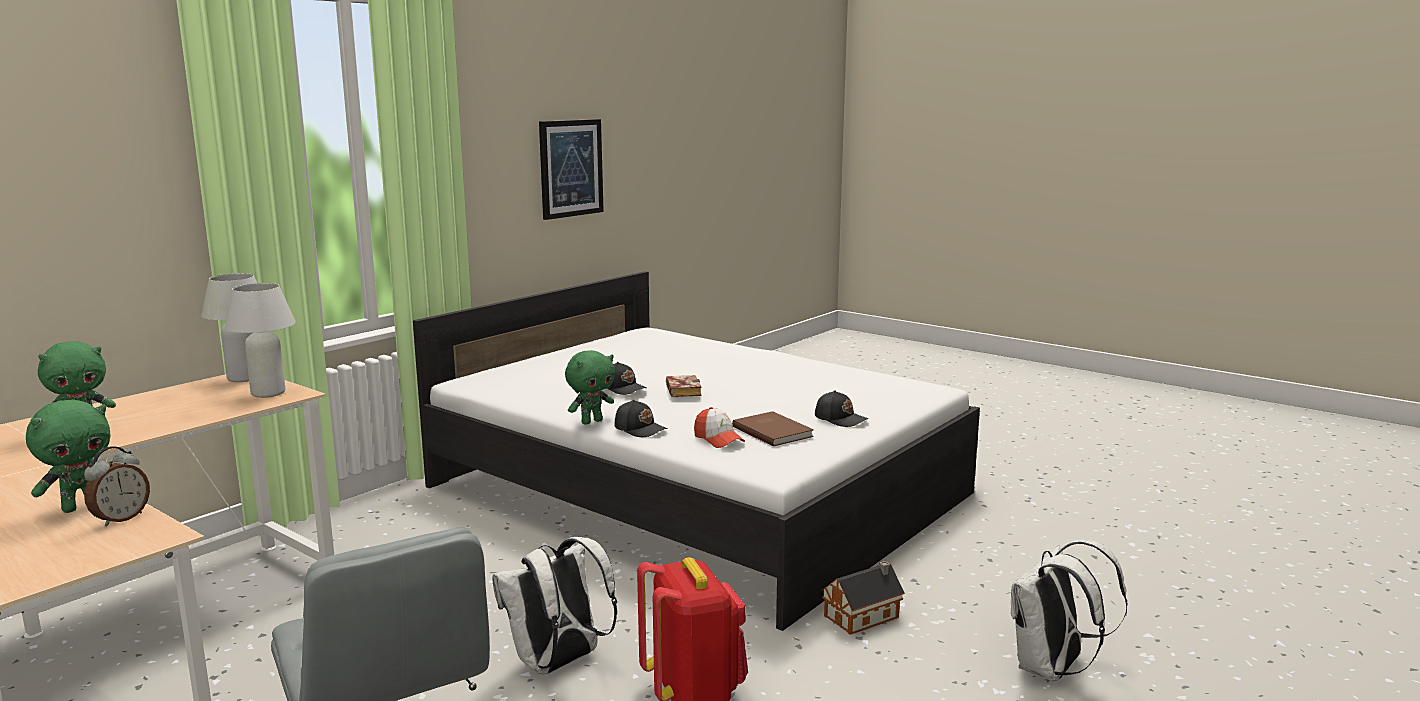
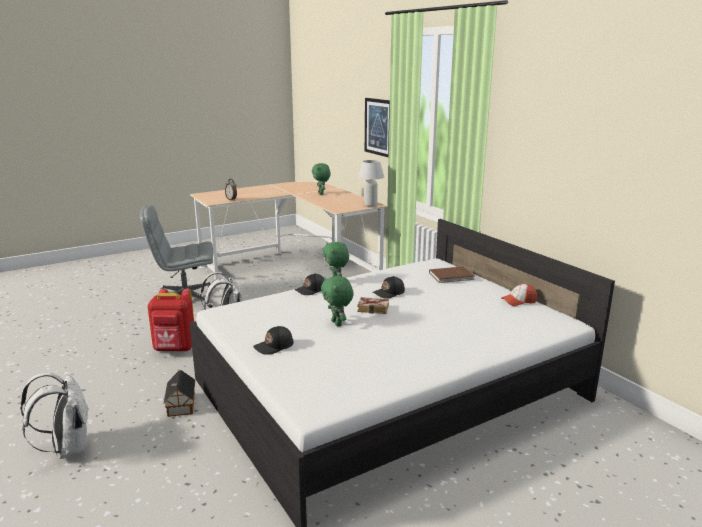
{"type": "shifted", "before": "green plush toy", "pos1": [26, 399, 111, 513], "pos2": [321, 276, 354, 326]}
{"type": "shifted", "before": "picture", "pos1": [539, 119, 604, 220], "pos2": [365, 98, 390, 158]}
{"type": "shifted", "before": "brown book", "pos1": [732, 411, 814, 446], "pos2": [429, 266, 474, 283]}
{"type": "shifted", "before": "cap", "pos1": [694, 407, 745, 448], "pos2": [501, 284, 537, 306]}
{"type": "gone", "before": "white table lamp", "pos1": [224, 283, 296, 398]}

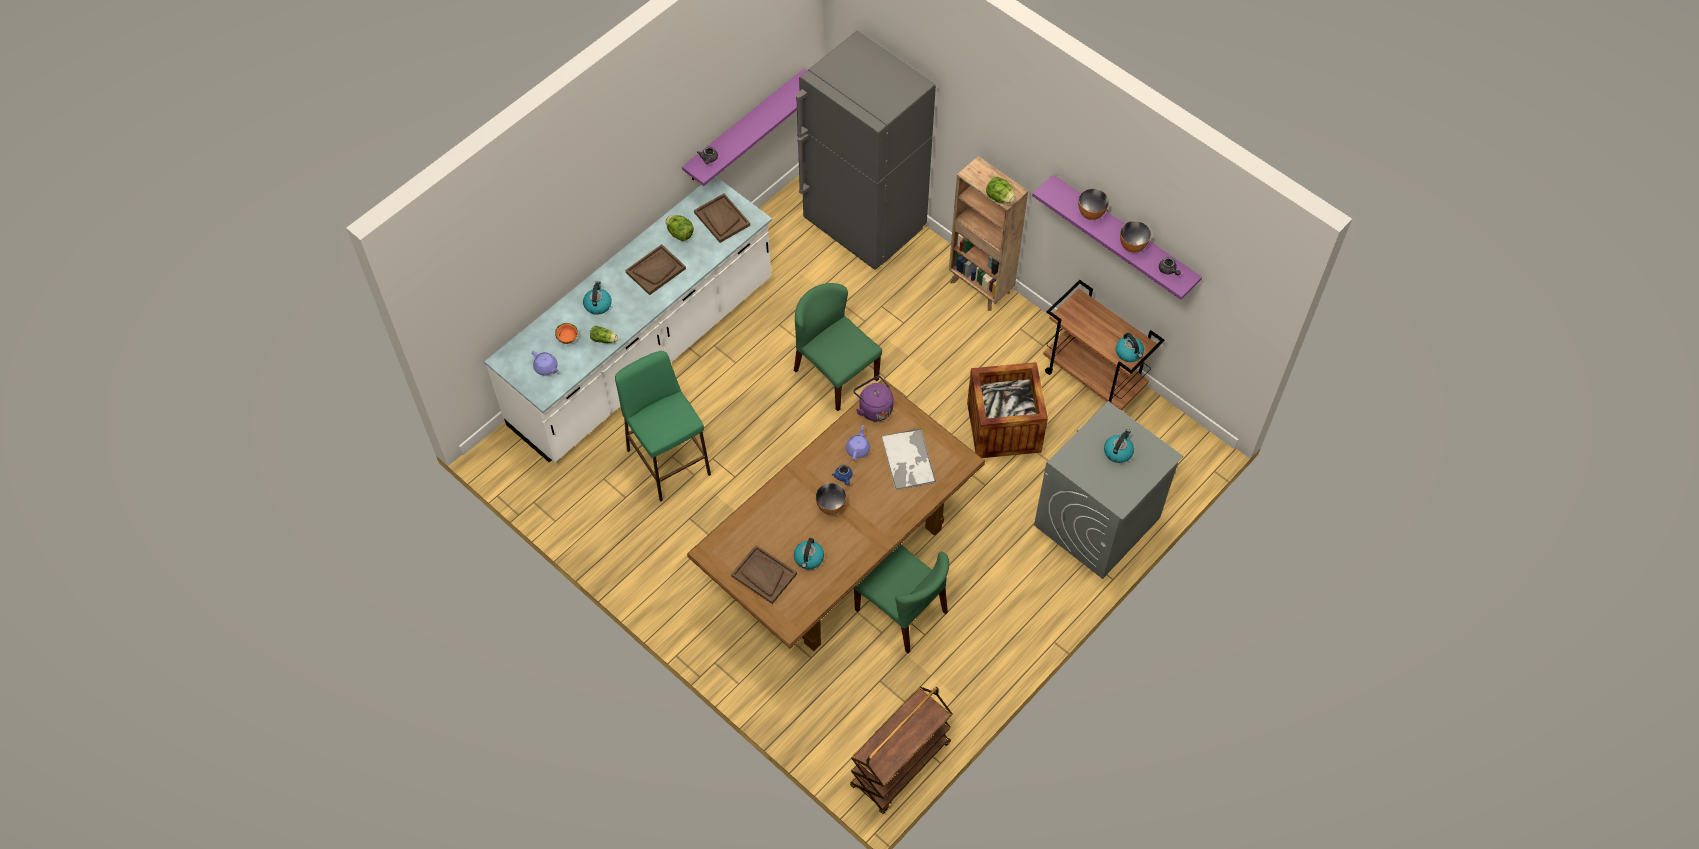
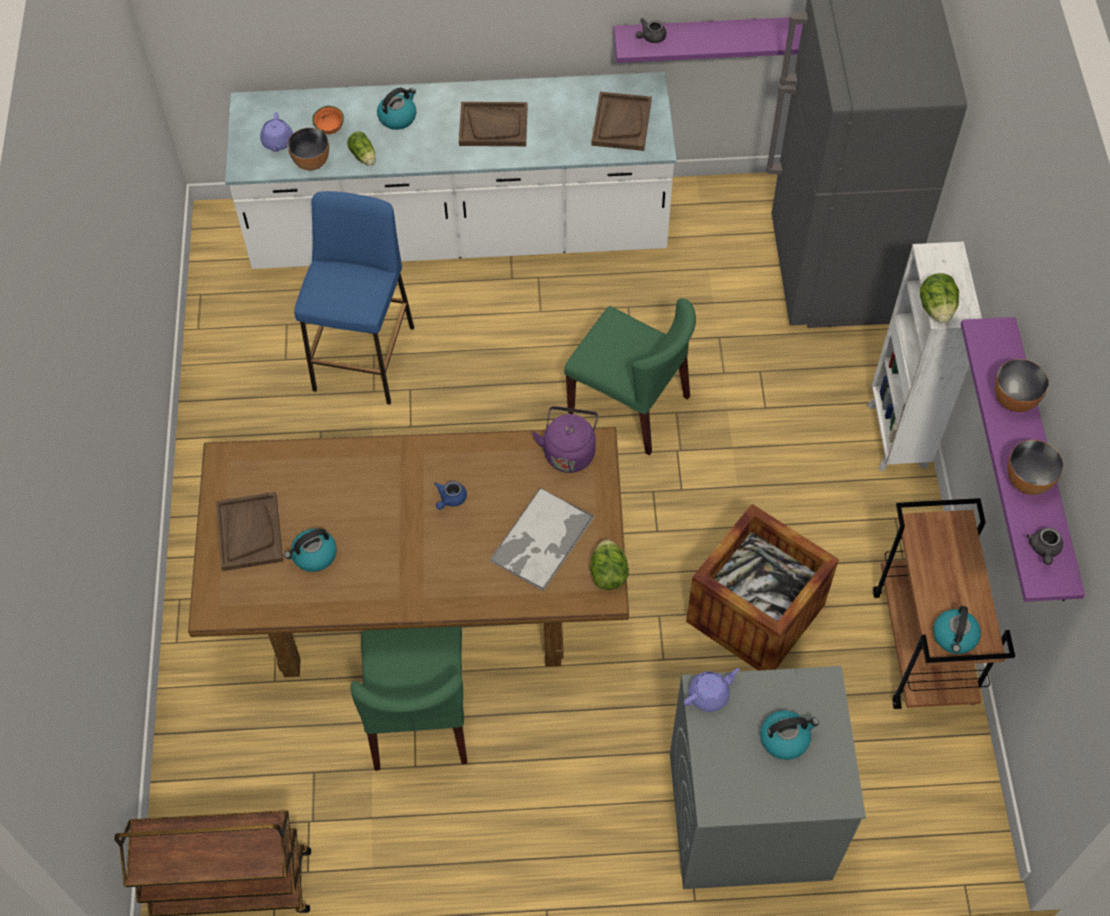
{"type": "shifted", "before": "bowl", "pos1": [816, 483, 846, 515], "pos2": [287, 128, 329, 171]}
{"type": "repainted", "before": "green stool", "after": "blue stool", "pos1": [615, 351, 711, 502], "pos2": [294, 191, 414, 405]}
{"type": "rotated", "before": "green chair", "pos1": [794, 283, 882, 411], "pos2": [564, 298, 696, 455], "turn": 120}
{"type": "shifted", "before": "lettuce", "pos1": [666, 215, 694, 241], "pos2": [590, 540, 629, 590]}
{"type": "shifted", "before": "purple teapot", "pos1": [846, 425, 870, 461], "pos2": [683, 668, 740, 712]}
{"type": "repainted", "before": "brown bookcase", "after": "white bookcase", "pos1": [949, 156, 1028, 311], "pos2": [866, 242, 982, 472]}

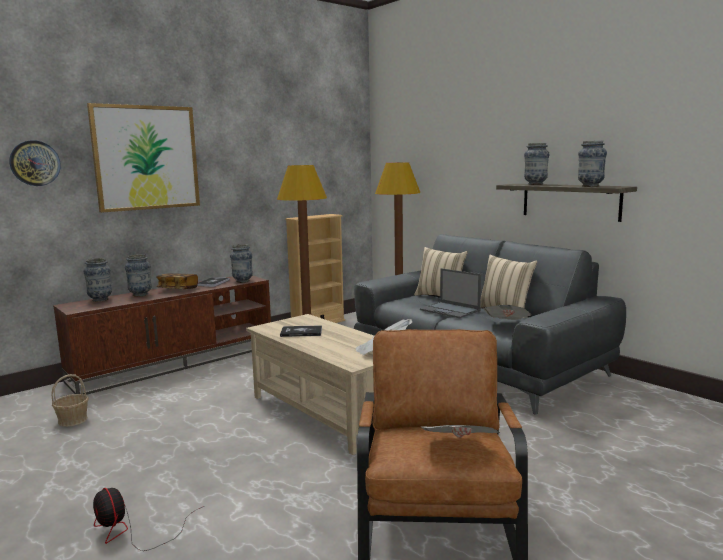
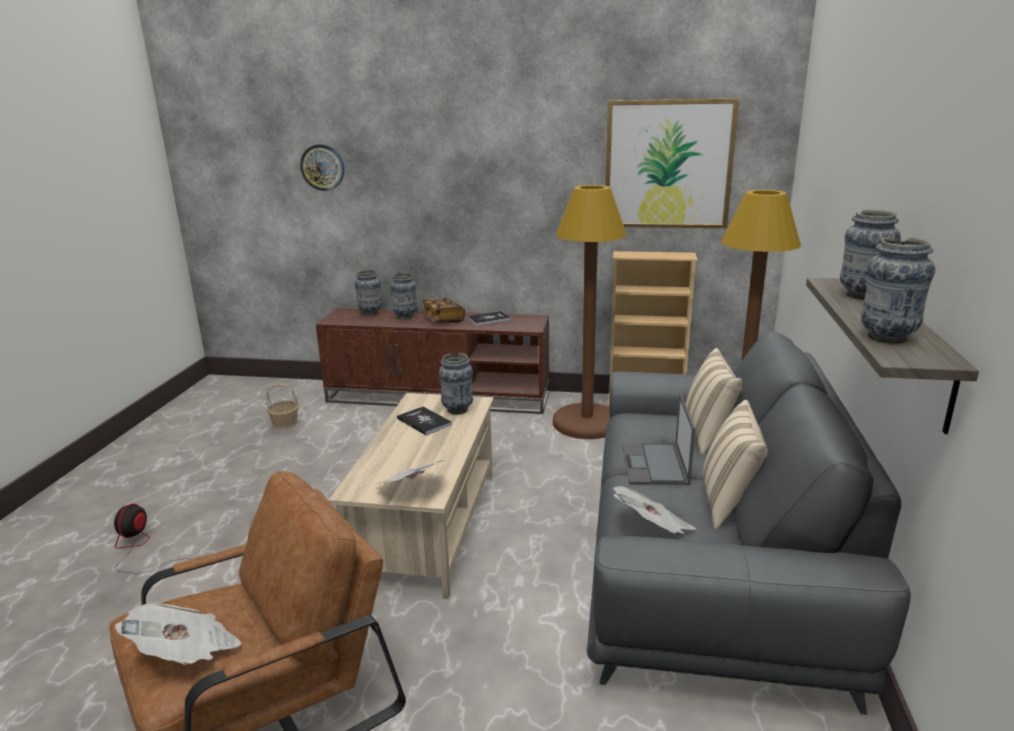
{"type": "shifted", "before": "vase", "pos1": [230, 244, 253, 283], "pos2": [439, 353, 473, 414]}
{"type": "shifted", "before": "picture", "pos1": [87, 103, 200, 213], "pos2": [605, 98, 739, 228]}

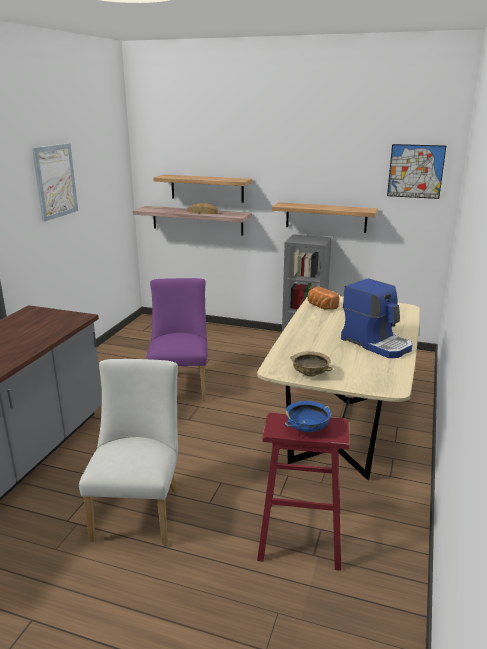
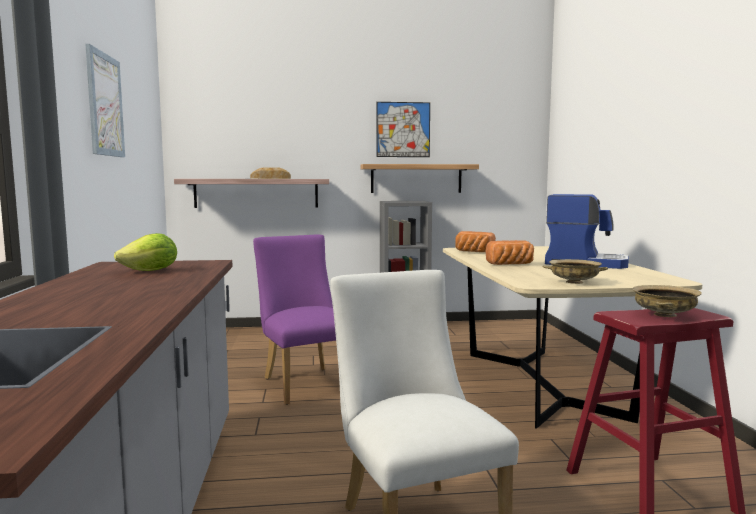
{"type": "new", "after": "lettuce", "pos2": [114, 233, 177, 271]}
{"type": "shifted", "before": "picture", "pos1": [387, 144, 446, 199], "pos2": [376, 102, 430, 157]}
{"type": "new", "after": "bread", "pos2": [486, 240, 534, 265]}
{"type": "repainted", "before": "blue bowl", "after": "beige bowl", "pos1": [285, 401, 331, 432], "pos2": [632, 285, 702, 317]}
{"type": "gone", "before": "shelf", "pos1": [153, 175, 252, 203]}

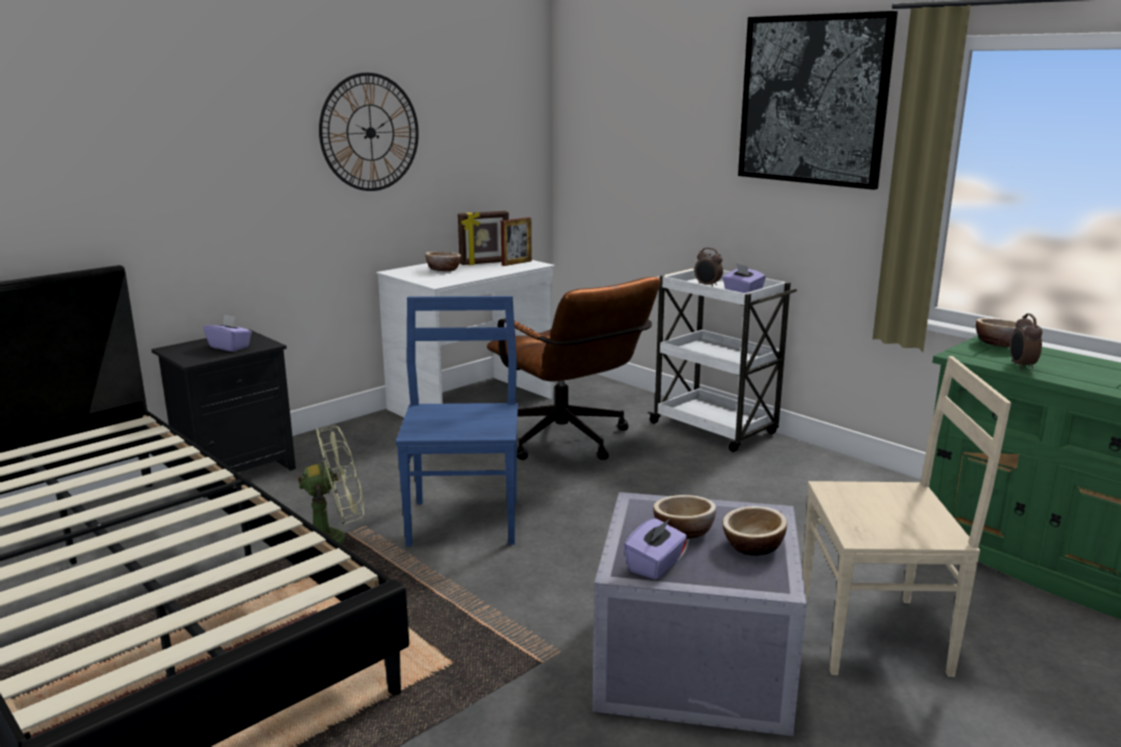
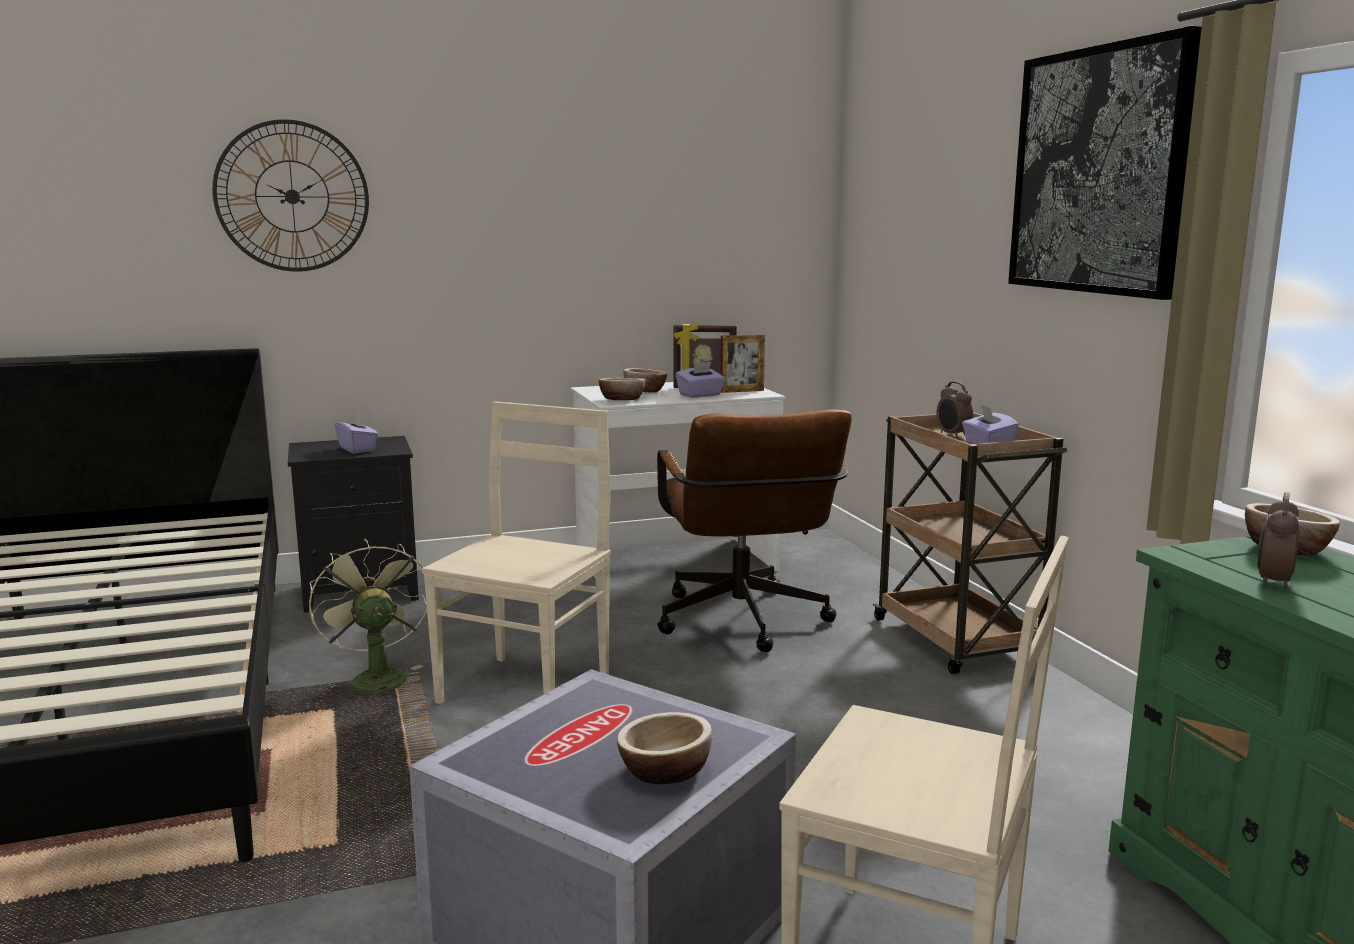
{"type": "shifted", "before": "wall clock", "pos1": [319, 72, 419, 191], "pos2": [212, 119, 369, 272]}
{"type": "rotated", "before": "green fan", "pos1": [297, 425, 364, 544], "pos2": [309, 539, 427, 701], "turn": -120}
{"type": "repainted", "before": "blue chair", "after": "beige chair", "pos1": [396, 296, 518, 546], "pos2": [422, 402, 611, 704]}
{"type": "shifted", "before": "bowl", "pos1": [653, 495, 716, 539], "pos2": [599, 378, 646, 400]}
{"type": "shifted", "before": "purple tissue box", "pos1": [624, 518, 687, 580], "pos2": [675, 362, 725, 398]}
{"type": "repainted", "before": "white cart", "after": "brown cart", "pos1": [647, 268, 797, 452], "pos2": [872, 411, 1067, 674]}

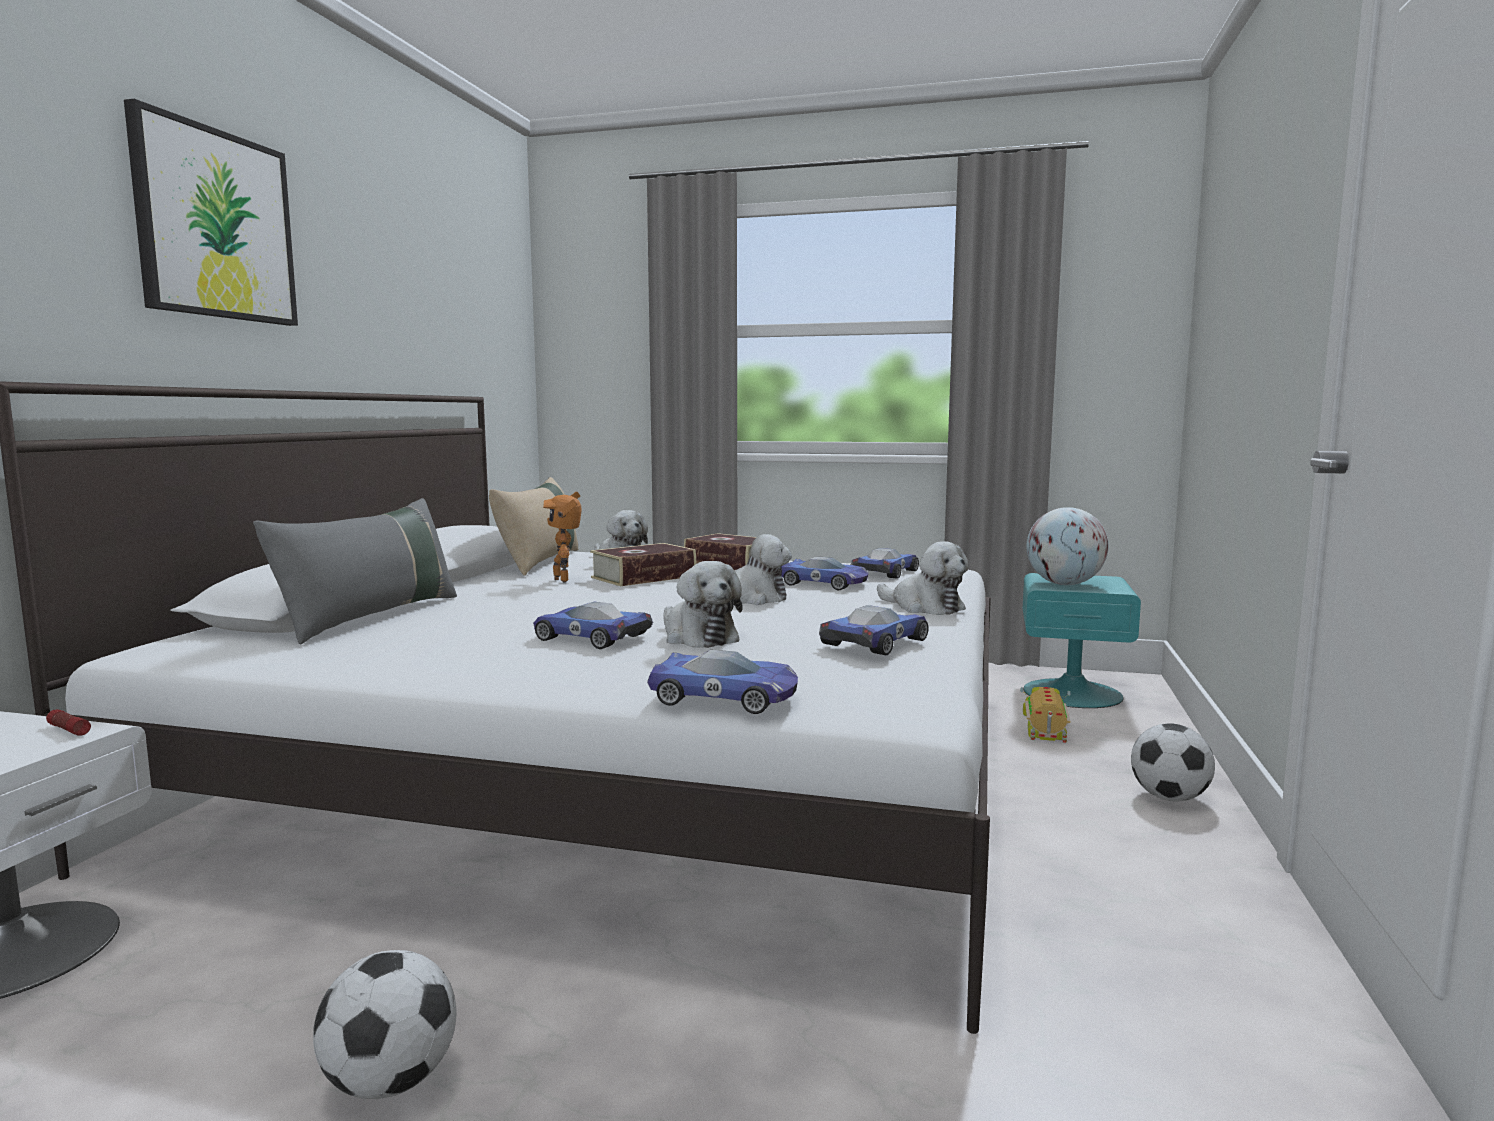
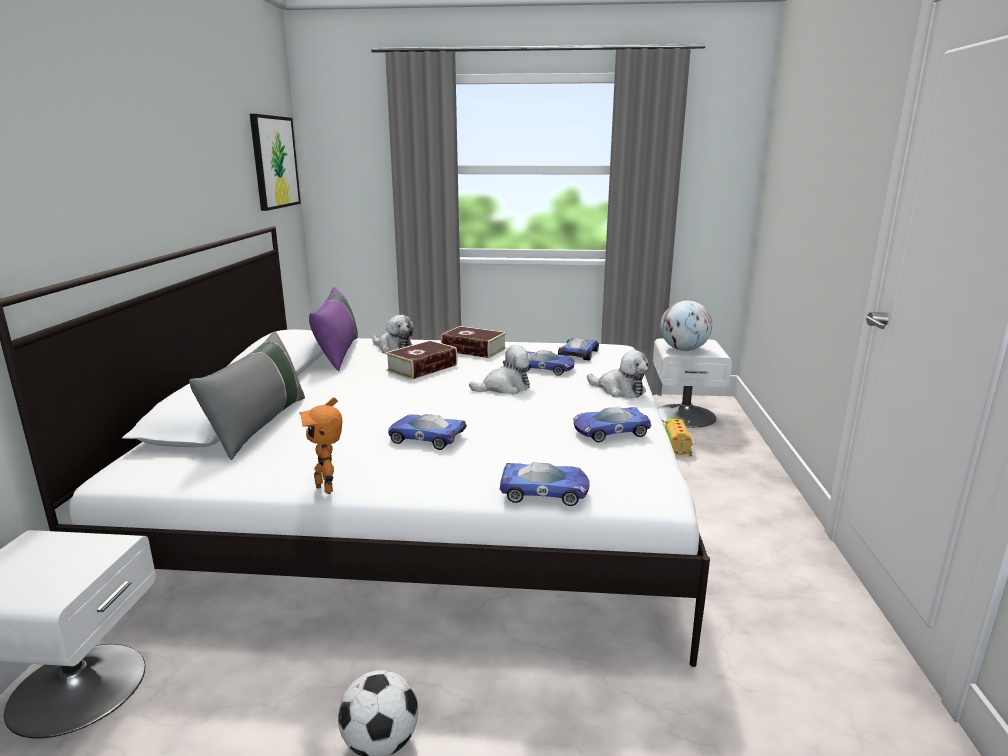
{"type": "shifted", "before": "picture", "pos1": [124, 99, 298, 326], "pos2": [250, 114, 301, 211]}
{"type": "shifted", "before": "toy robot", "pos1": [543, 492, 582, 582], "pos2": [300, 397, 342, 494]}
{"type": "repainted", "before": "beige pillow", "after": "purple pillow", "pos1": [489, 477, 578, 576], "pos2": [309, 287, 358, 371]}
{"type": "rotated", "before": "toy car", "pos1": [819, 605, 929, 655], "pos2": [574, 407, 651, 442], "turn": -135}
{"type": "repainted", "before": "turquoise nightstand", "after": "white nightstand", "pos1": [1022, 573, 1141, 708], "pos2": [653, 338, 732, 427]}
{"type": "gone", "before": "flashlight", "pos1": [46, 709, 91, 736]}
{"type": "gone", "before": "plush toy", "pos1": [663, 561, 743, 648]}
{"type": "gone", "before": "football", "pos1": [1131, 723, 1215, 801]}

